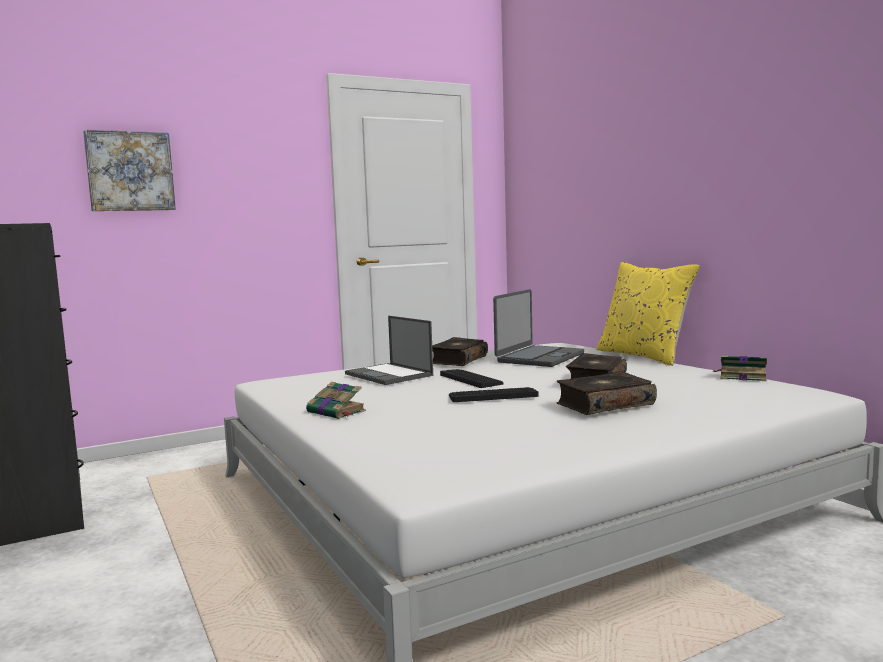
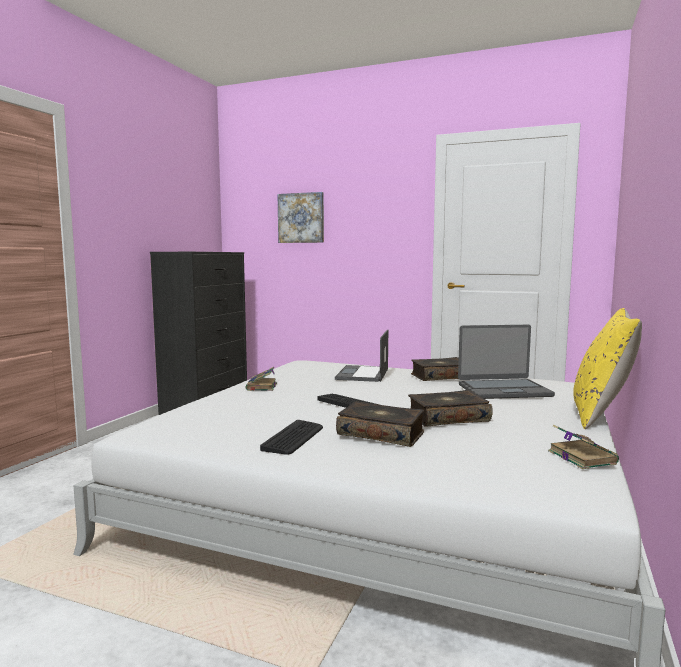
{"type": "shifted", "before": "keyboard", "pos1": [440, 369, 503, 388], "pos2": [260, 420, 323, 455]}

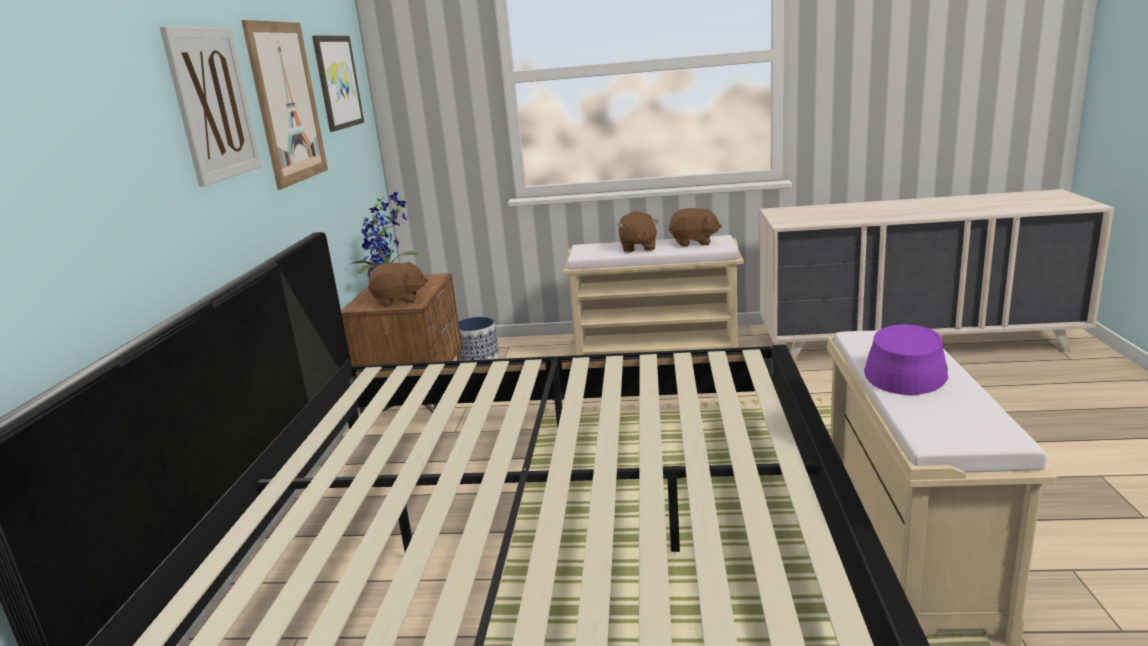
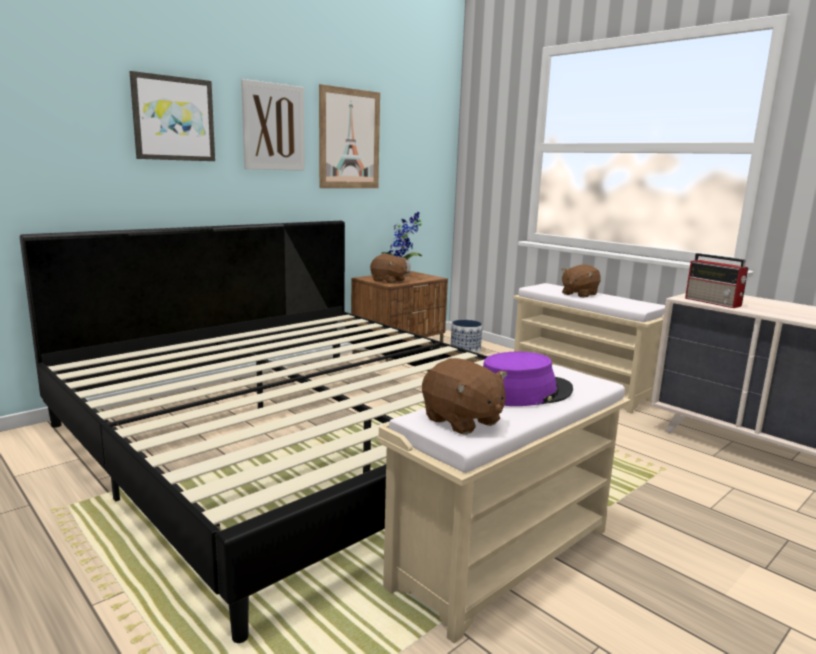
{"type": "shifted", "before": "picture", "pos1": [312, 35, 364, 132], "pos2": [129, 71, 215, 161]}
{"type": "shifted", "before": "brown plush toy", "pos1": [669, 208, 722, 247], "pos2": [422, 358, 507, 435]}
{"type": "new", "after": "radio", "pos2": [685, 253, 748, 308]}

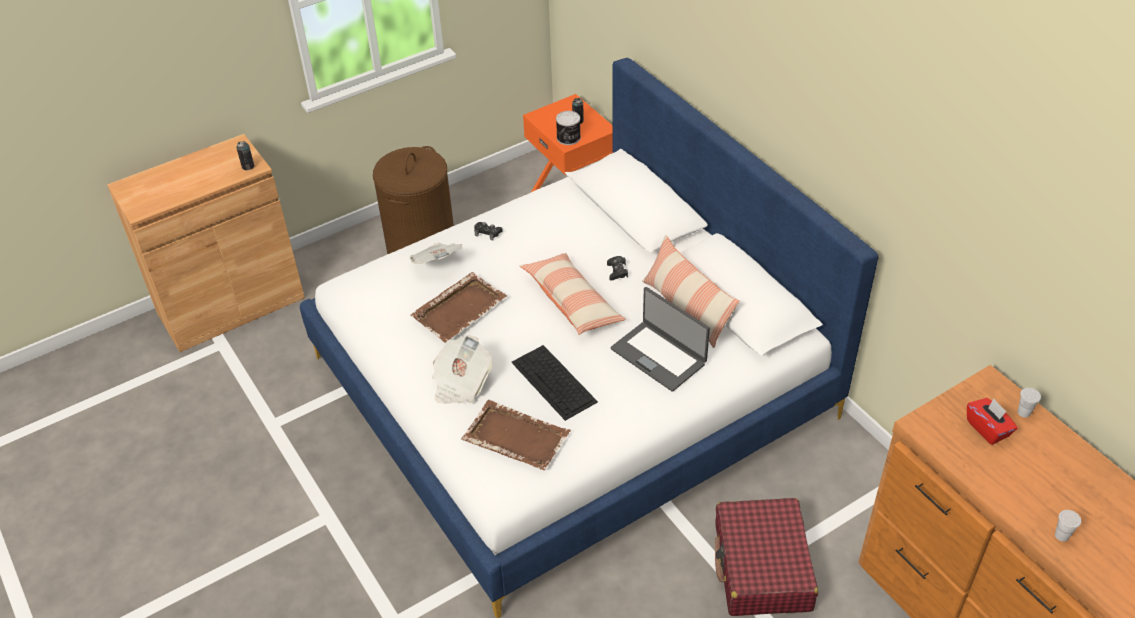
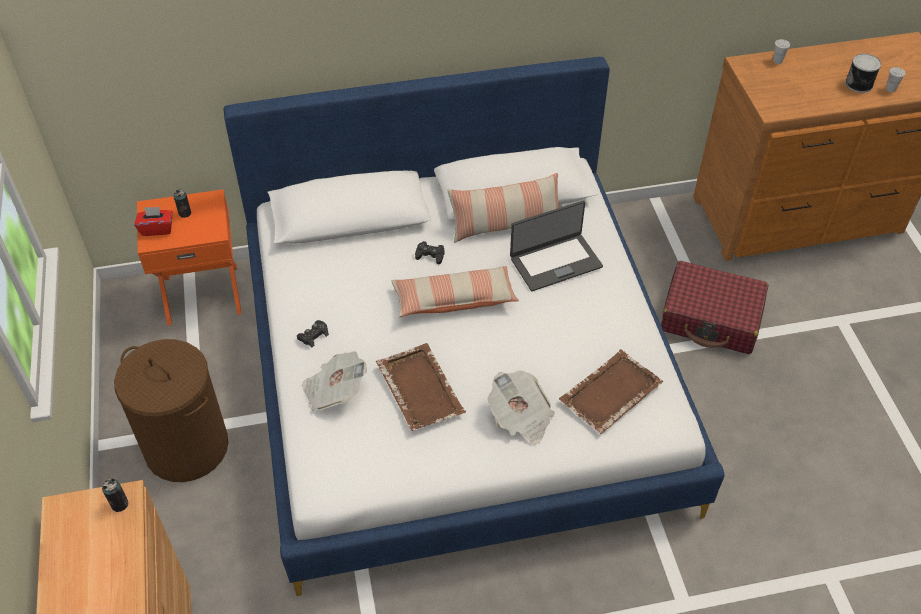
{"type": "shifted", "before": "red tissue box", "pos1": [967, 398, 1018, 445], "pos2": [134, 207, 173, 236]}
{"type": "shifted", "before": "can", "pos1": [556, 111, 581, 145], "pos2": [845, 54, 881, 93]}
{"type": "gone", "before": "keyboard", "pos1": [511, 345, 598, 421]}

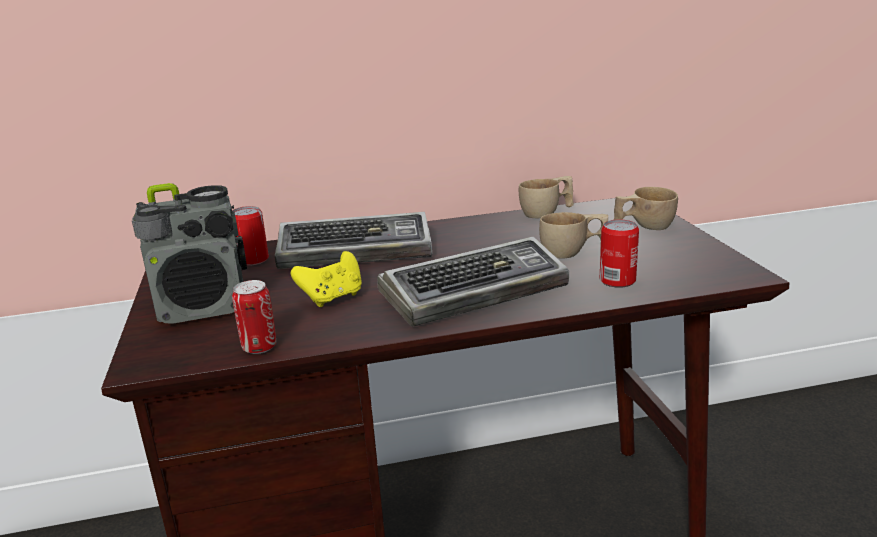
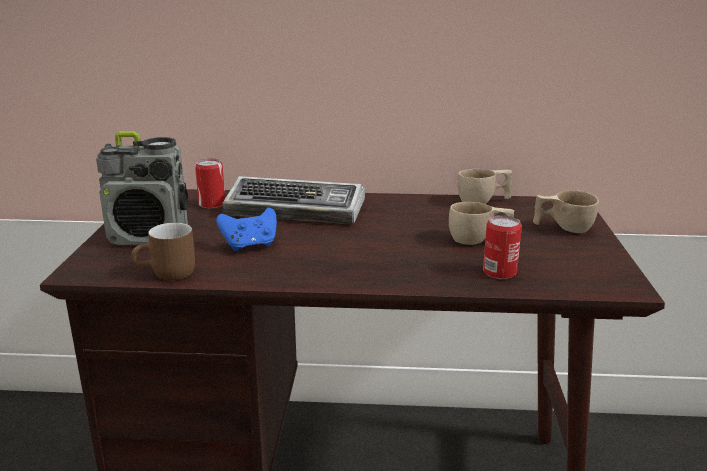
{"type": "swapped", "before": "can", "after": "brown mug", "pos1": [232, 280, 276, 354], "pos2": [132, 223, 195, 281]}
{"type": "repainted", "before": "yellow game controller", "after": "blue game controller", "pos1": [291, 251, 362, 307], "pos2": [216, 208, 277, 252]}
{"type": "gone", "before": "keyboard", "pos1": [377, 237, 569, 327]}

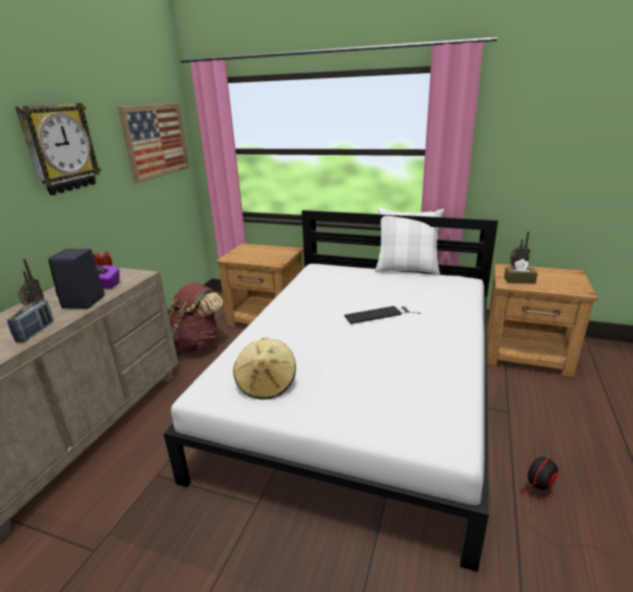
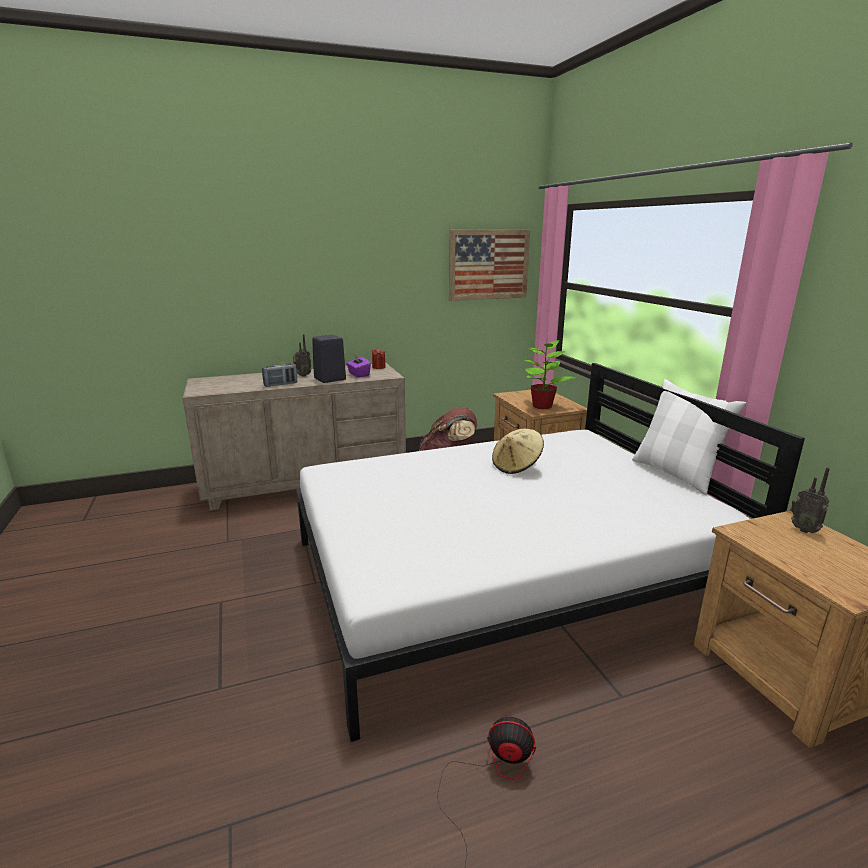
{"type": "shifted", "before": "beige hat", "pos1": [233, 338, 296, 400], "pos2": [492, 429, 544, 474]}
{"type": "new", "after": "potted plant", "pos2": [523, 337, 576, 409]}
{"type": "gone", "before": "wall clock", "pos1": [15, 103, 101, 195]}
{"type": "gone", "before": "keyboard", "pos1": [344, 306, 421, 324]}
{"type": "gone", "before": "brown tissue box", "pos1": [504, 259, 538, 284]}

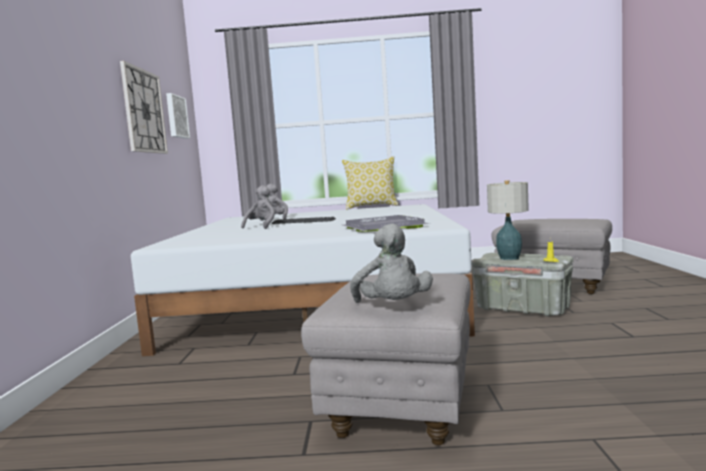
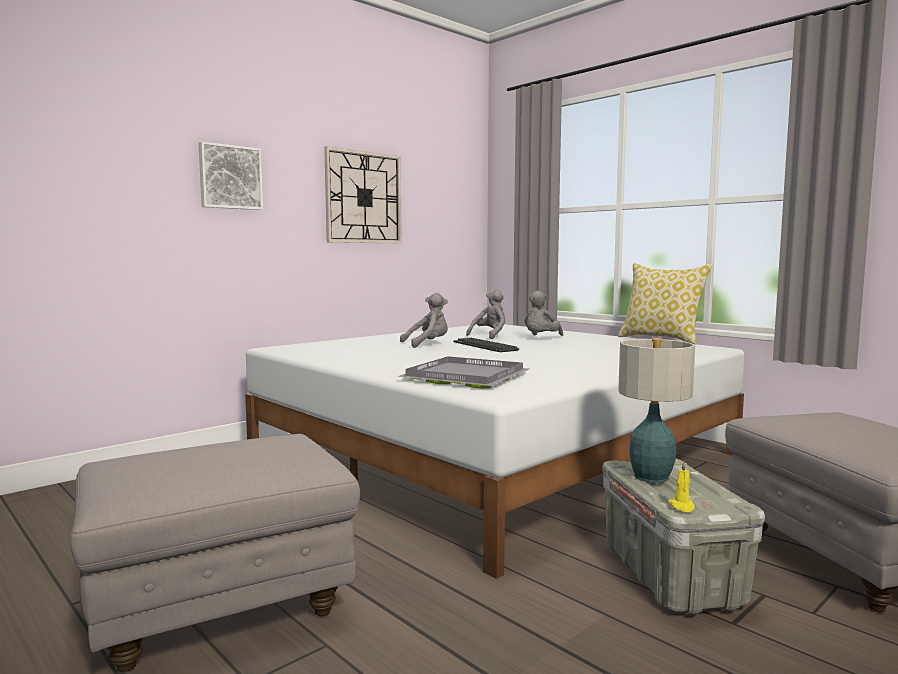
{"type": "shifted", "before": "picture", "pos1": [166, 93, 190, 139], "pos2": [198, 142, 263, 210]}
{"type": "shifted", "before": "grey plush toy", "pos1": [350, 223, 433, 303], "pos2": [524, 291, 563, 336]}

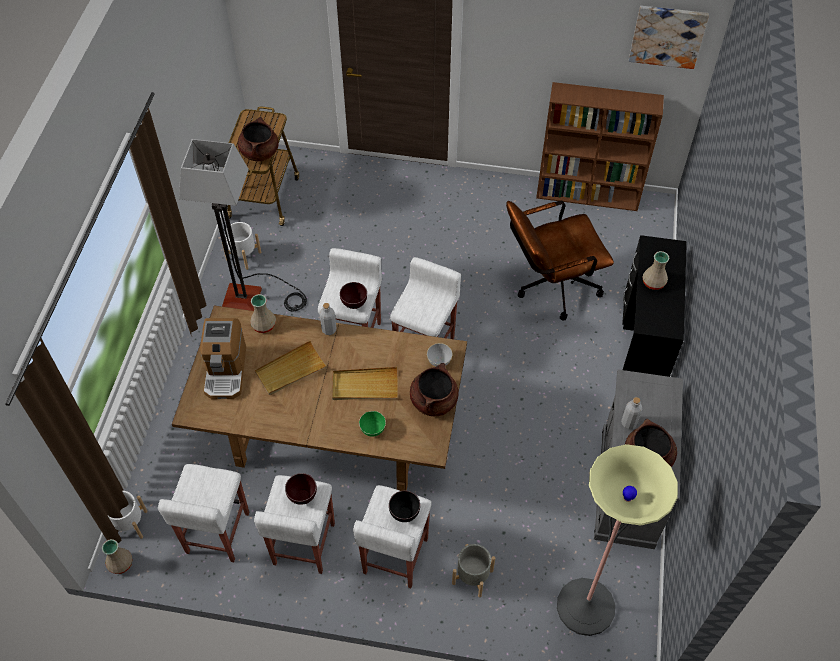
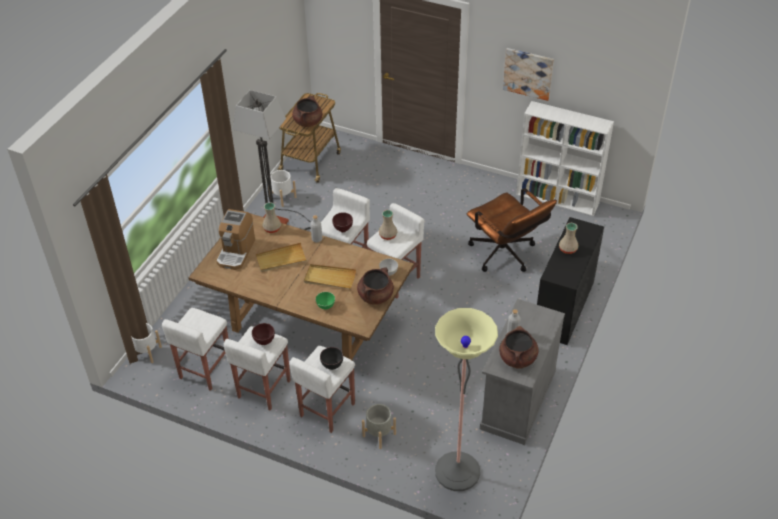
{"type": "shifted", "before": "beige vase", "pos1": [102, 539, 132, 574], "pos2": [379, 210, 397, 240]}
{"type": "rotated", "before": "brown office chair", "pos1": [506, 200, 614, 321], "pos2": [467, 188, 557, 272], "turn": -120}
{"type": "shifted", "before": "picture", "pos1": [629, 6, 709, 69], "pos2": [503, 48, 554, 101]}
{"type": "repainted", "before": "brown bookcase", "after": "white bookcase", "pos1": [536, 82, 664, 211], "pos2": [516, 101, 614, 216]}

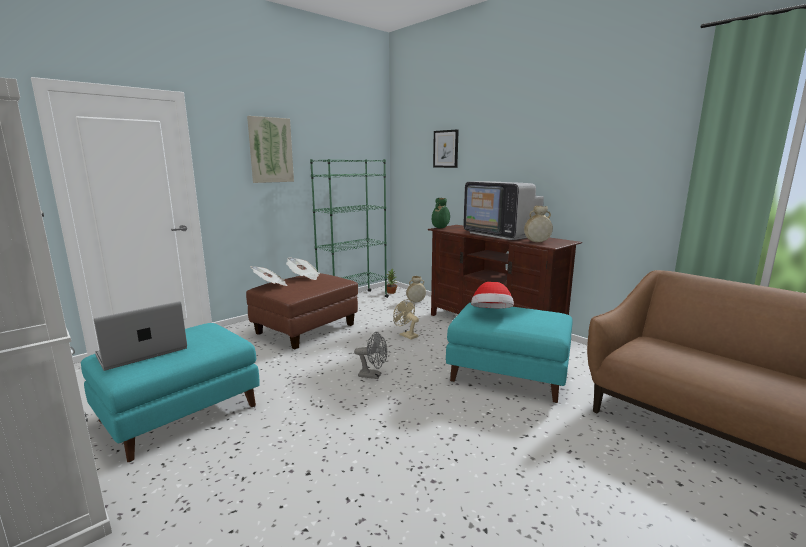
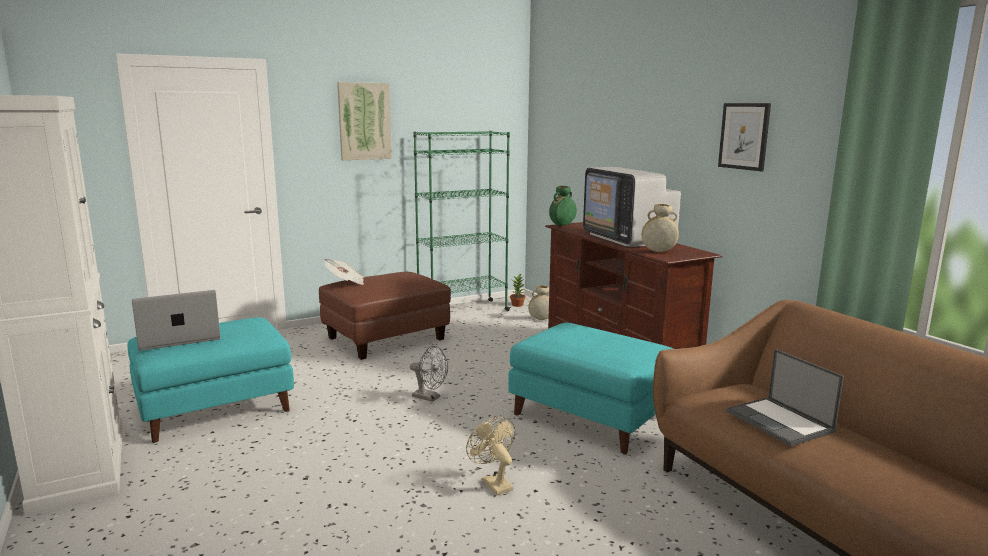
{"type": "shifted", "before": "beige fan", "pos1": [393, 299, 419, 340], "pos2": [466, 417, 516, 495]}
{"type": "shifted", "before": "picture", "pos1": [433, 129, 459, 168], "pos2": [718, 103, 771, 171]}
{"type": "new", "after": "laptop", "pos2": [726, 349, 844, 446]}
{"type": "gone", "before": "newspaper", "pos1": [286, 257, 320, 280]}
{"type": "gone", "before": "hat", "pos1": [471, 282, 514, 308]}

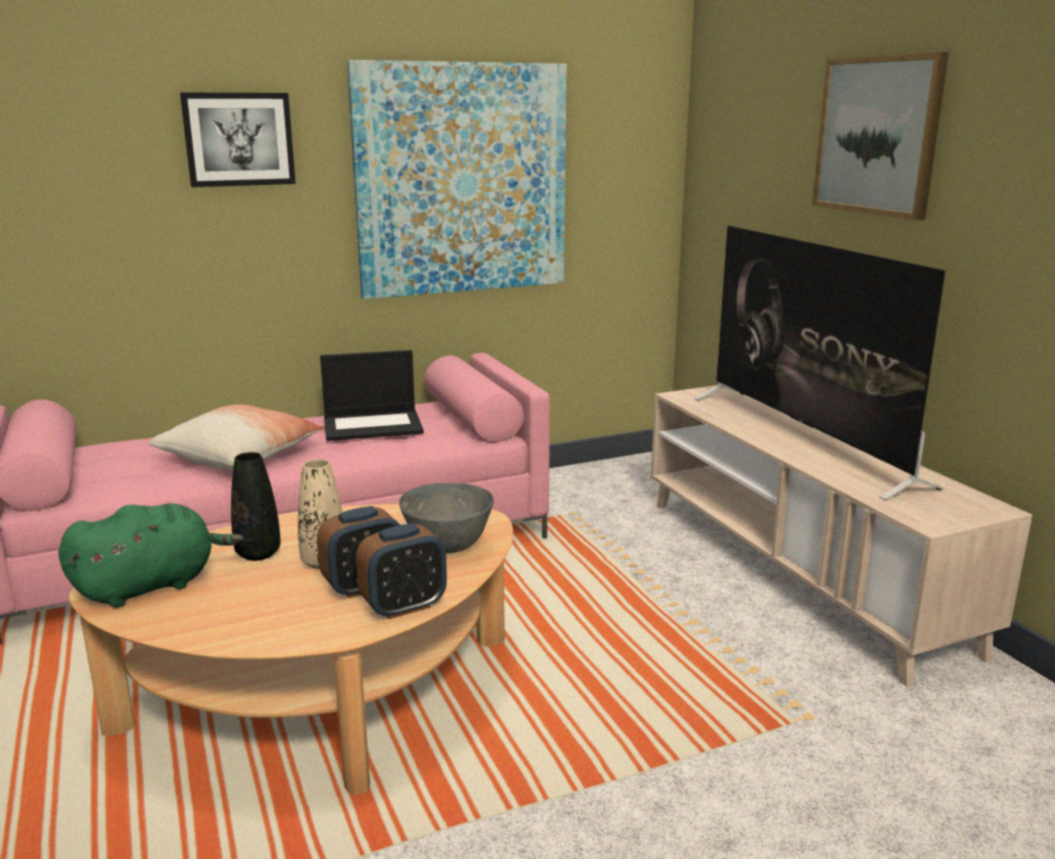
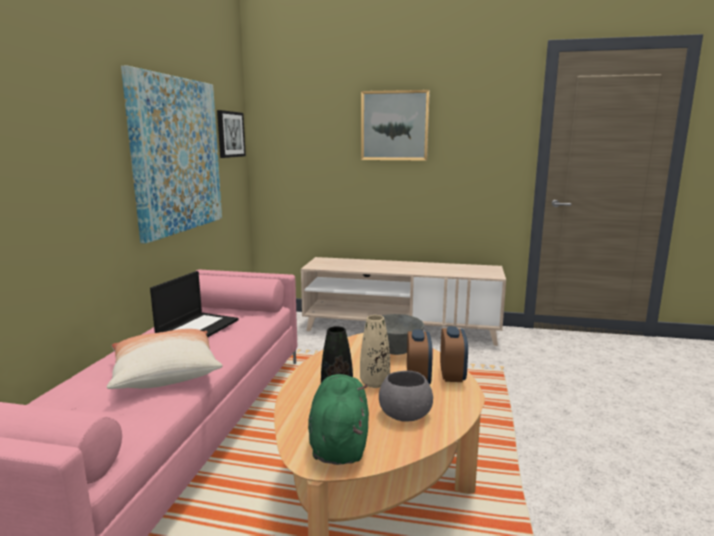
{"type": "shifted", "before": "picture", "pos1": [180, 93, 296, 187], "pos2": [217, 110, 246, 158]}
{"type": "new", "after": "grey bowl", "pos2": [379, 371, 433, 422]}
{"type": "gone", "before": "television", "pos1": [694, 226, 946, 500]}

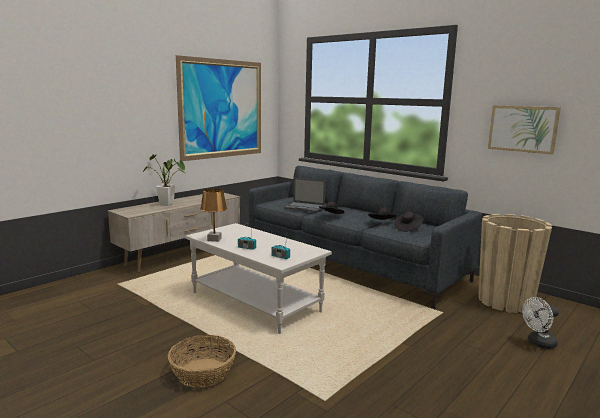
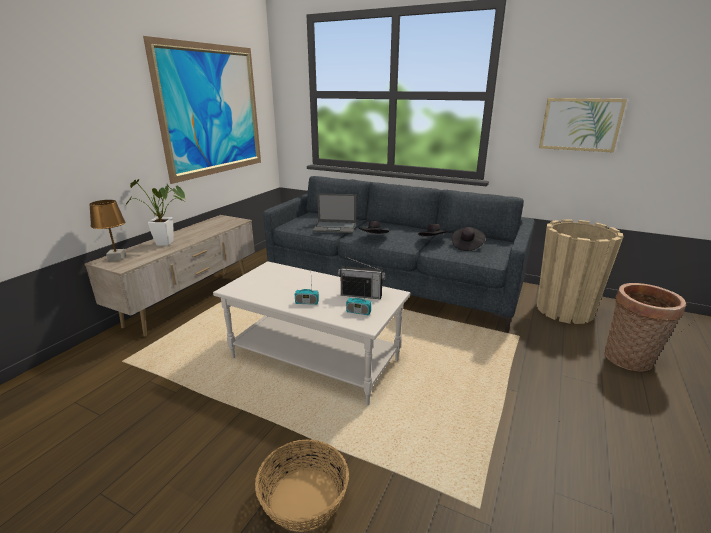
{"type": "shifted", "before": "brown table lamp", "pos1": [200, 188, 227, 242], "pos2": [89, 200, 126, 261]}
{"type": "new", "after": "radio", "pos2": [338, 257, 386, 299]}
{"type": "swapped", "before": "white fan", "after": "basket", "pos1": [522, 297, 559, 349], "pos2": [604, 283, 686, 372]}

